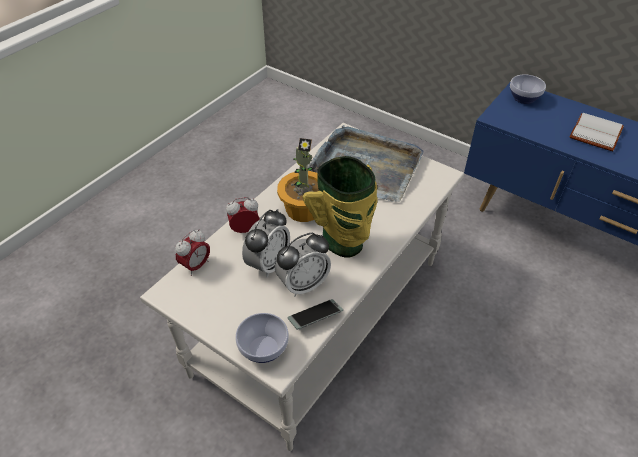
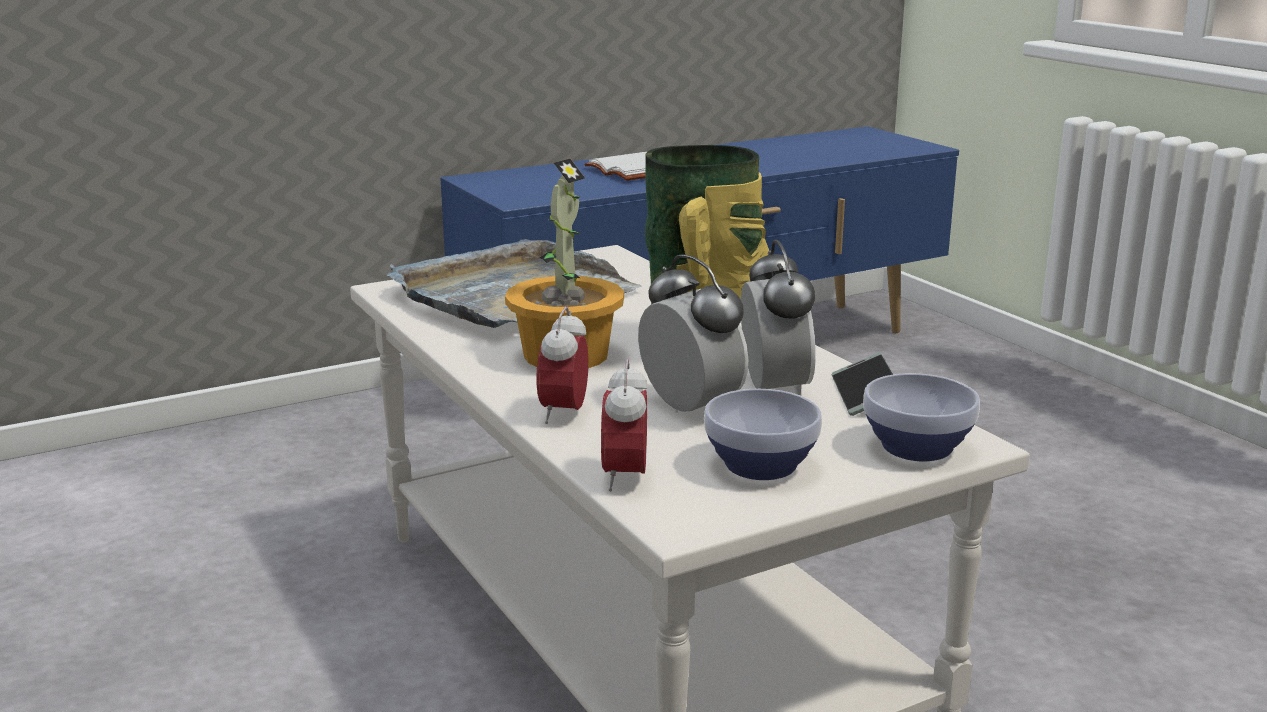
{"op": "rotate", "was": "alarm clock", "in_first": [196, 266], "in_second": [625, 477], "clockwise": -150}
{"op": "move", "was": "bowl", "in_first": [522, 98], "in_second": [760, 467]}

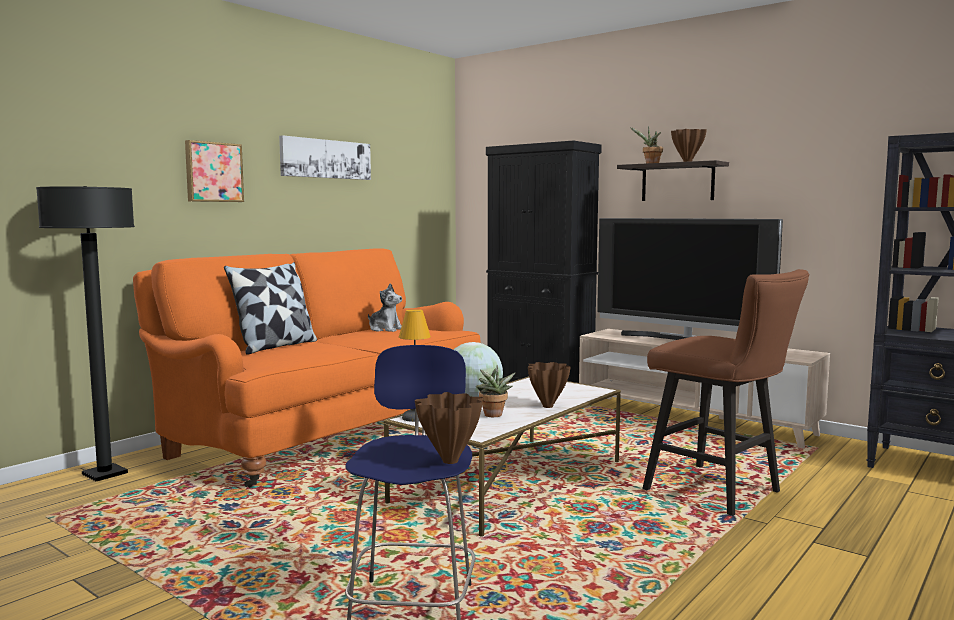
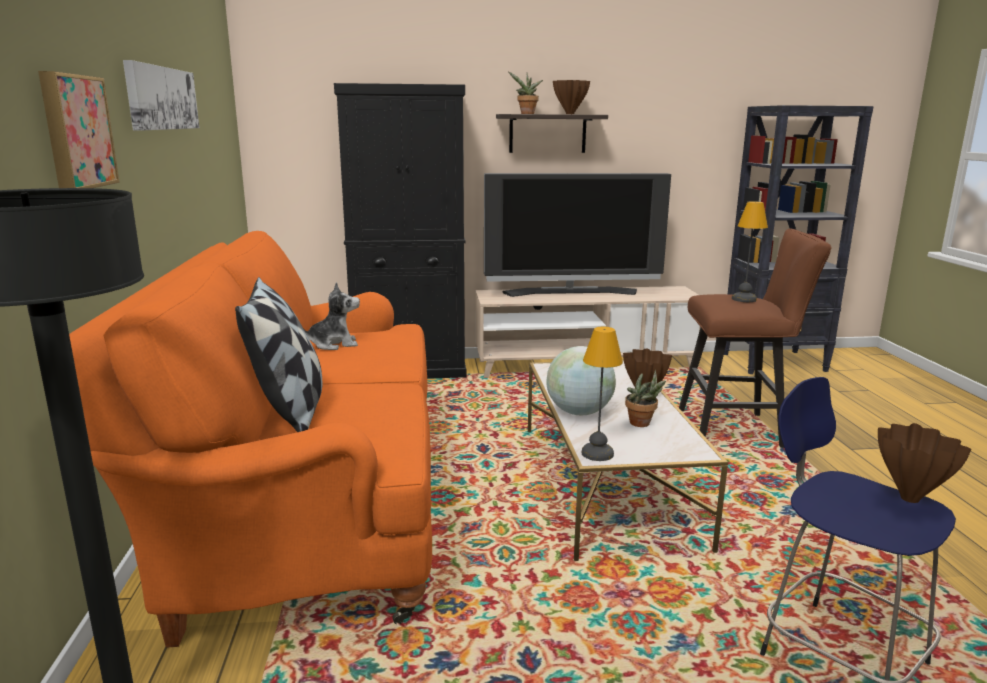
{"op": "insert", "now": "table lamp", "in_second": [744, 299]}

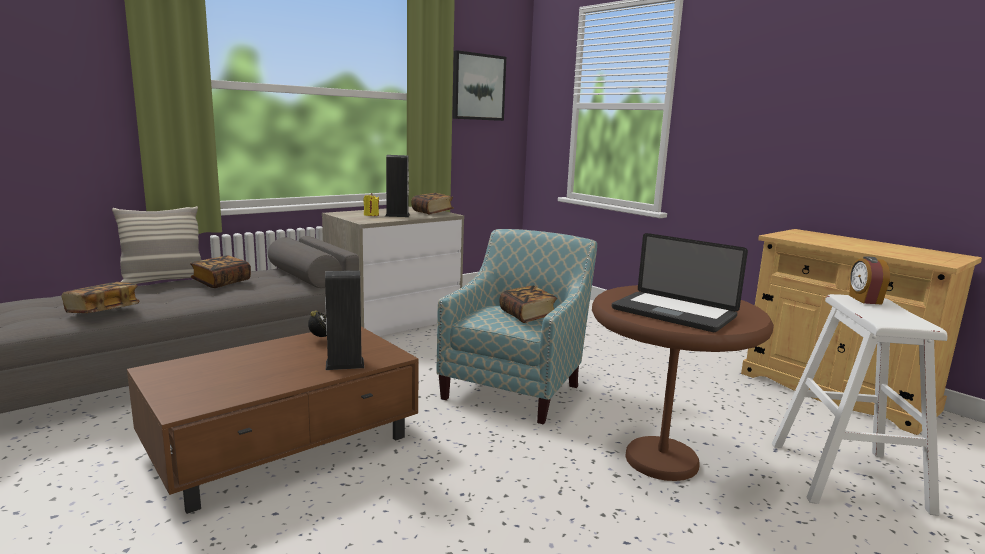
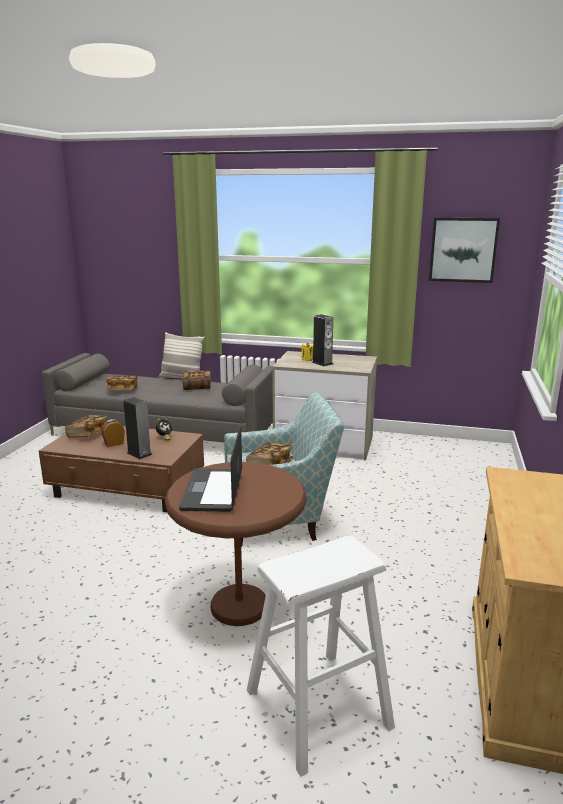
{"op": "move", "was": "book", "in_first": [432, 212], "in_second": [88, 434]}
{"op": "move", "was": "alarm clock", "in_first": [864, 300], "in_second": [114, 443]}

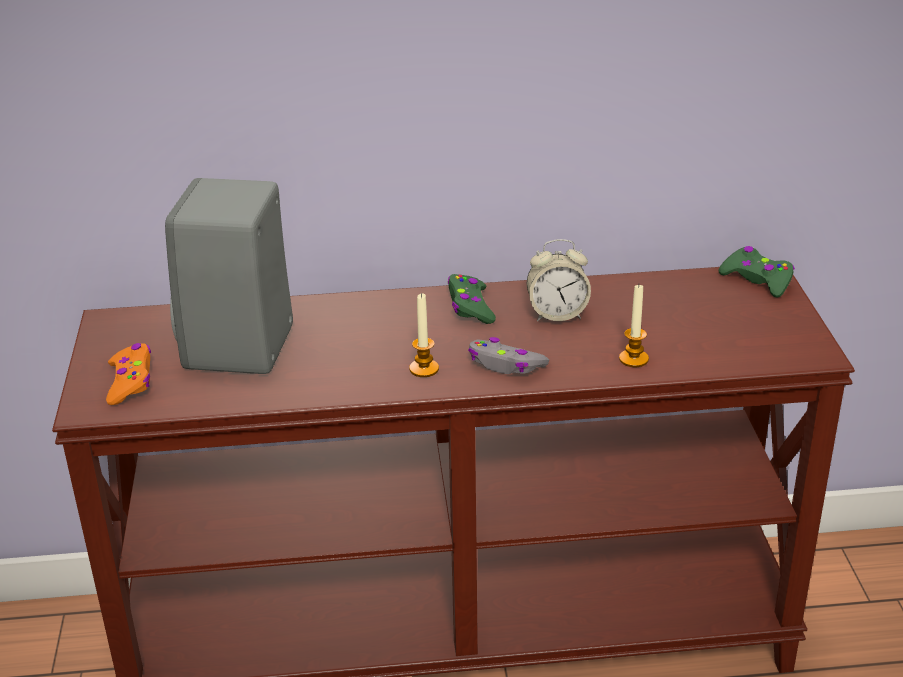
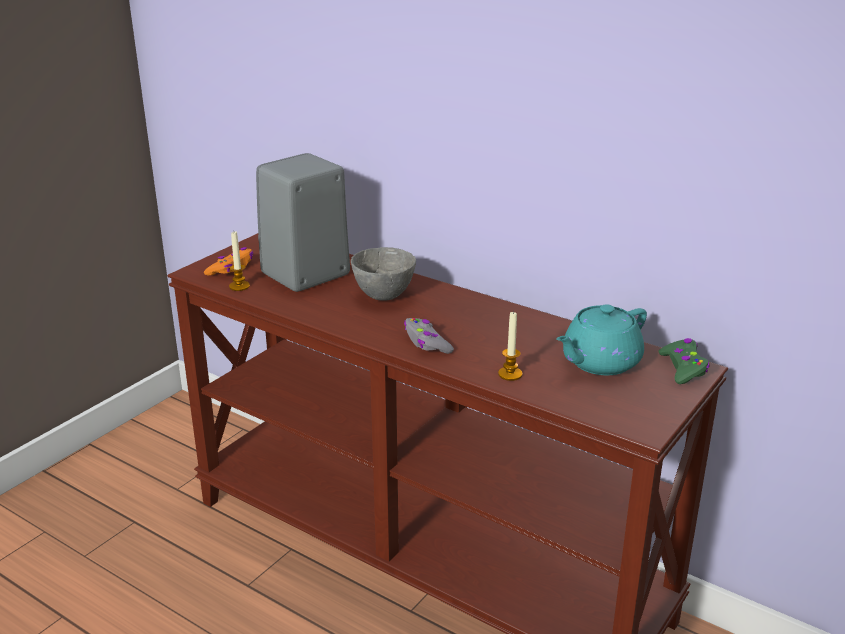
{"op": "move", "was": "candle", "in_first": [424, 369], "in_second": [239, 286]}
{"op": "delete", "was": "green game controller", "in_first": [470, 307]}
{"op": "delete", "was": "alarm clock", "in_first": [557, 314]}
{"op": "insert", "now": "grey bowl", "in_second": [382, 295]}
{"op": "insert", "now": "turquoise teapot", "in_second": [599, 362]}

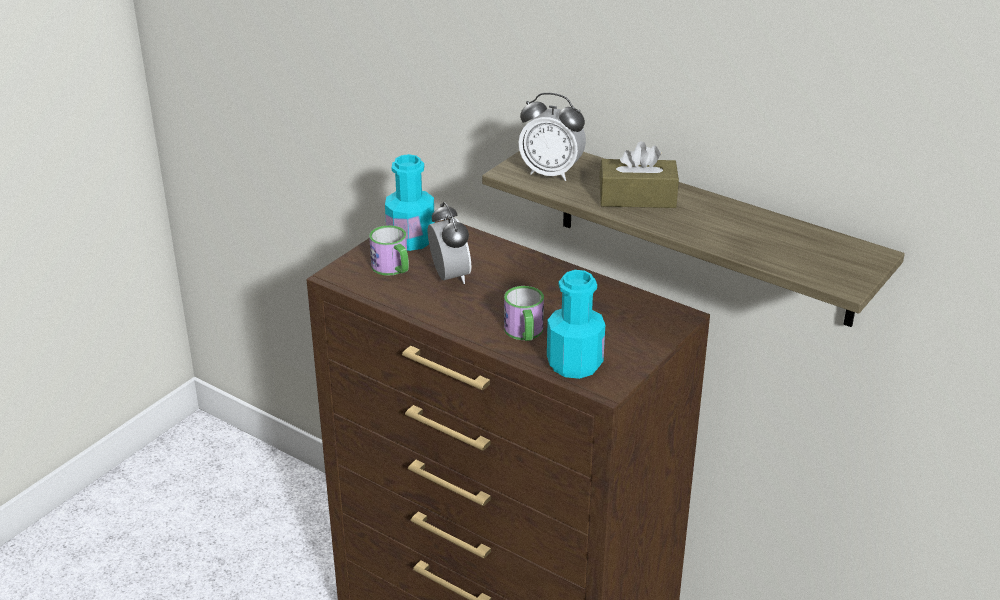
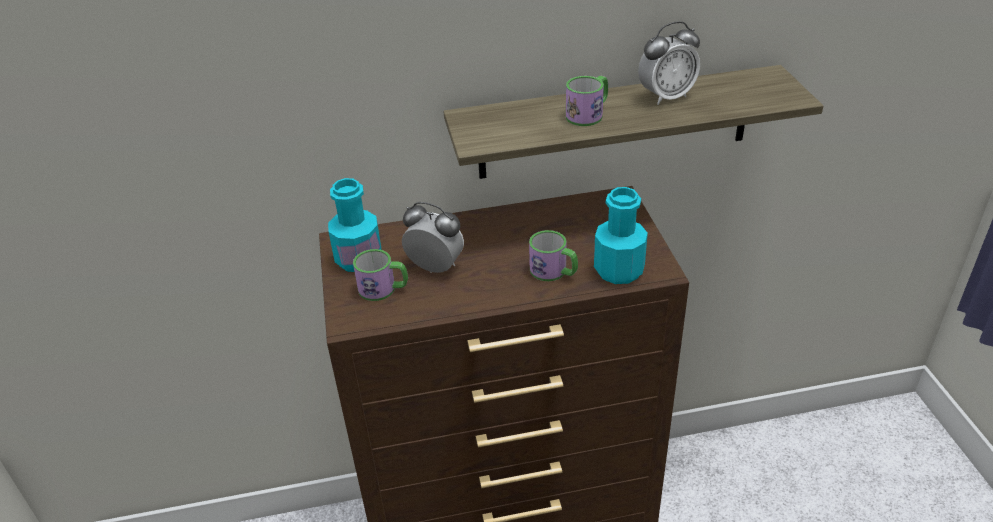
{"op": "move", "was": "alarm clock", "in_first": [551, 173], "in_second": [666, 97]}
{"op": "replace", "was": "brown tissue box", "now": "mug", "in_first": [637, 197], "in_second": [588, 114]}

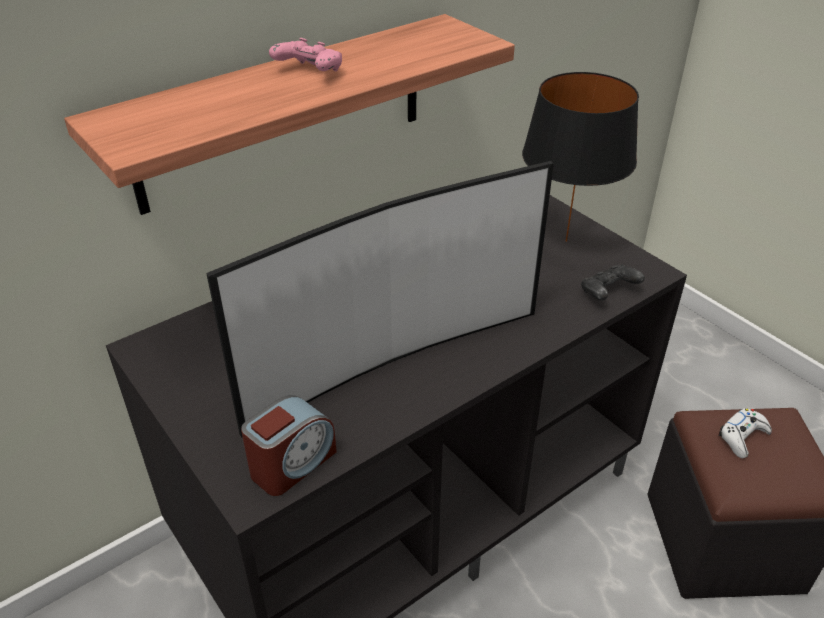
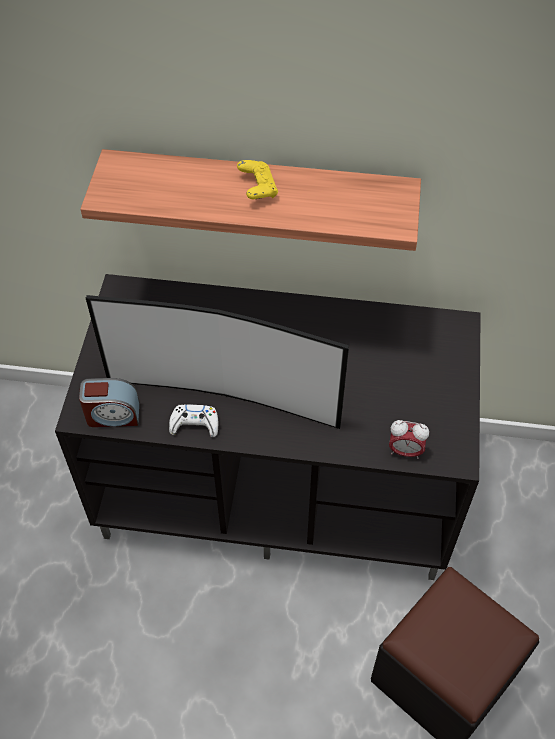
{"op": "recolor", "was": "pink game controller", "now": "yellow game controller", "in_first": [309, 72], "in_second": [258, 189]}
{"op": "delete", "was": "black table lamp", "in_first": [565, 242]}
{"op": "replace", "was": "black game controller", "now": "alarm clock", "in_first": [608, 293], "in_second": [405, 451]}
{"op": "move", "was": "white game controller", "in_first": [742, 437], "in_second": [194, 424]}

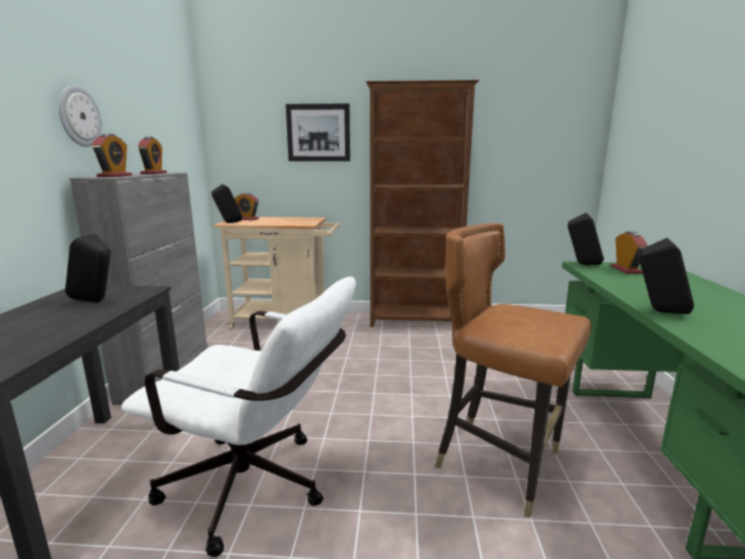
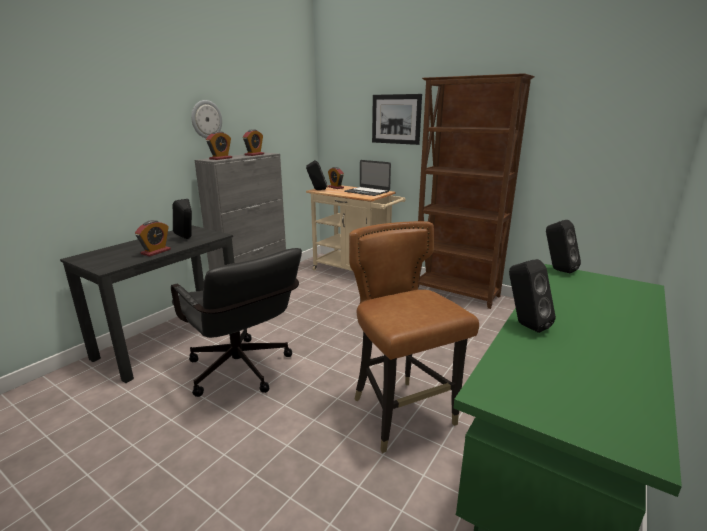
{"op": "recolor", "was": "white office chair", "now": "black office chair", "in_first": [257, 489], "in_second": [243, 373]}
{"op": "move", "was": "alarm clock", "in_first": [626, 270], "in_second": [156, 252]}
{"op": "insert", "now": "laptop", "in_second": [367, 191]}

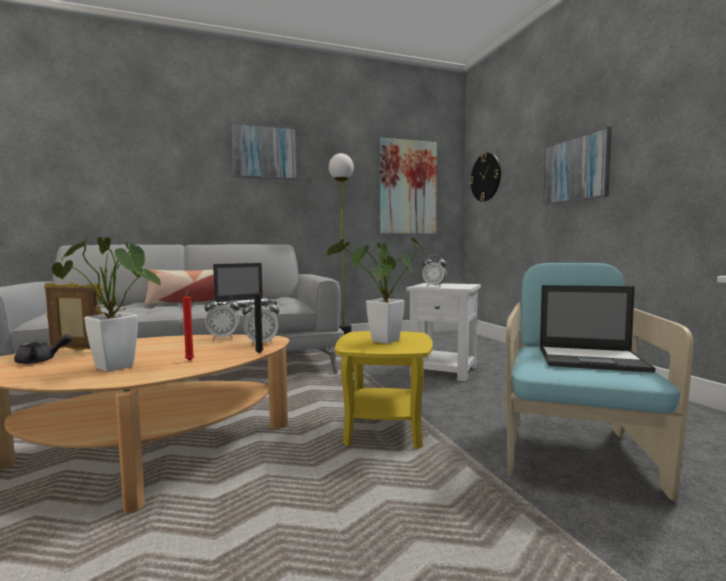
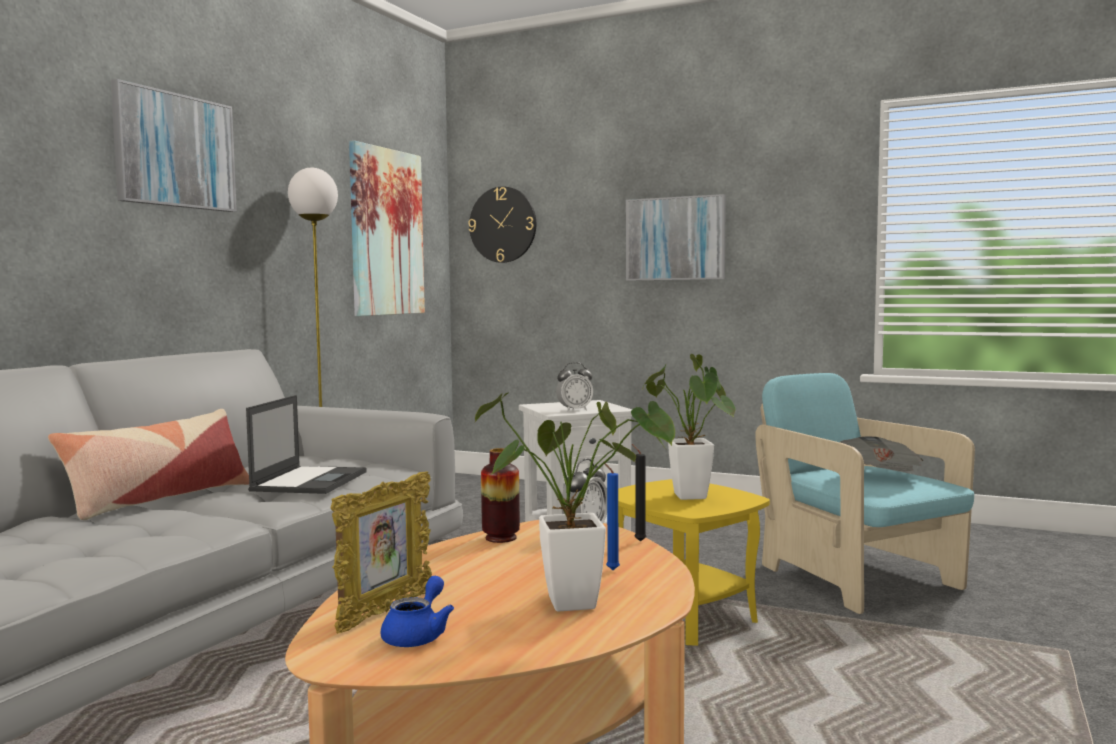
{"op": "recolor", "was": "grey teapot", "now": "blue teapot", "in_first": [41, 361], "in_second": [418, 635]}
{"op": "rotate", "was": "picture frame", "in_first": [76, 351], "in_second": [385, 612], "clockwise": 150}
{"op": "recolor", "was": "red candle", "now": "blue candle", "in_first": [190, 360], "in_second": [611, 569]}
{"op": "replace", "was": "alarm clock", "now": "vase", "in_first": [223, 338], "in_second": [501, 538]}
{"op": "replace", "was": "laptop", "now": "newspaper", "in_first": [592, 359], "in_second": [882, 476]}

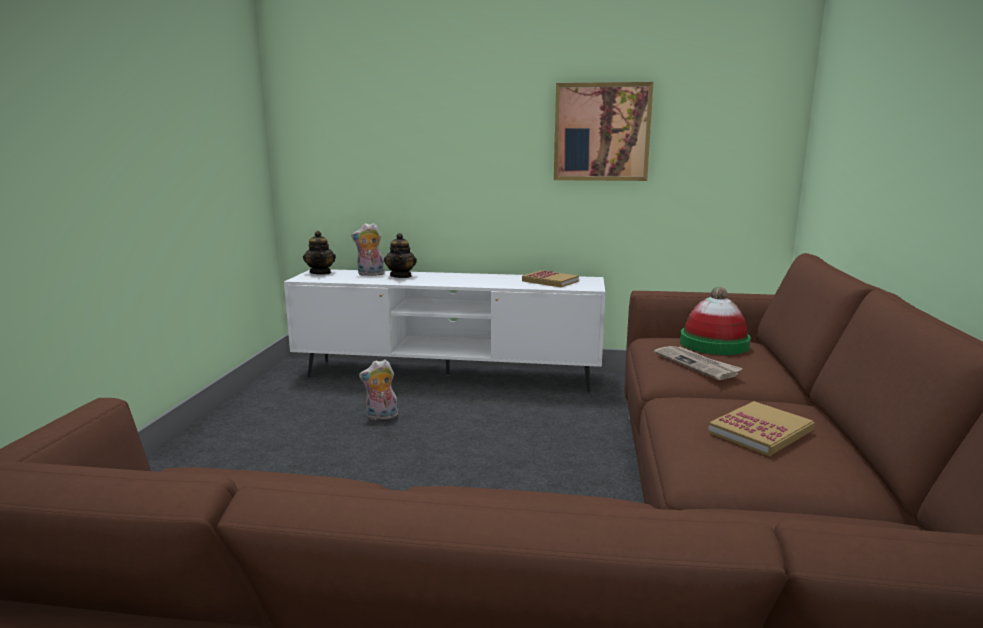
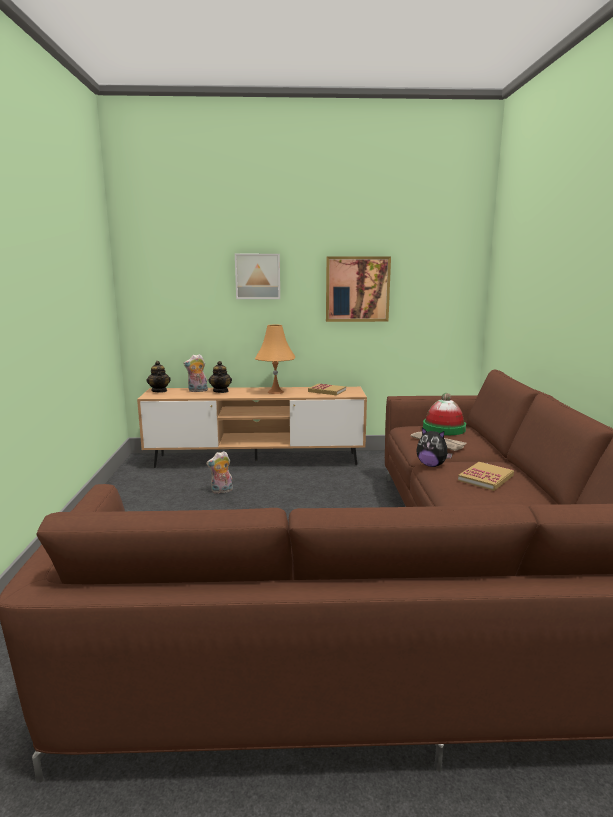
{"op": "recolor", "was": "white tv stand", "now": "brown tv stand", "in_first": [447, 376], "in_second": [256, 460]}
{"op": "insert", "now": "picture", "in_second": [258, 276]}
{"op": "insert", "now": "orange table lamp", "in_second": [275, 392]}
{"op": "insert", "now": "plush toy", "in_second": [431, 465]}

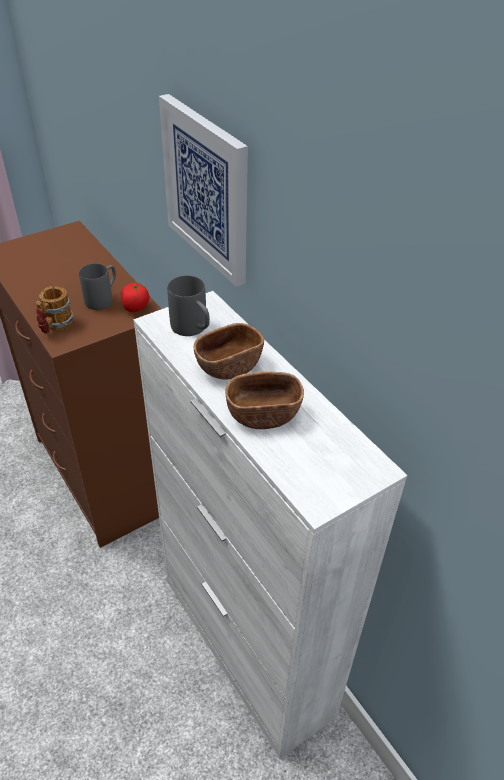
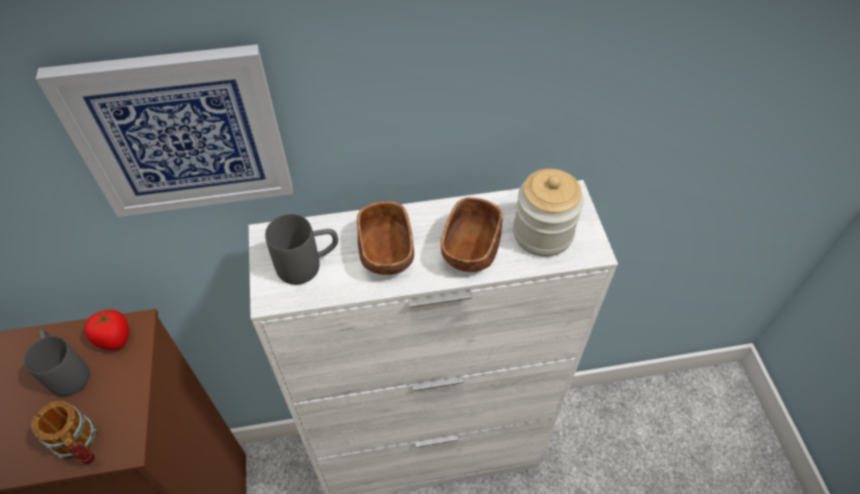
{"op": "insert", "now": "jar", "in_second": [542, 233]}

